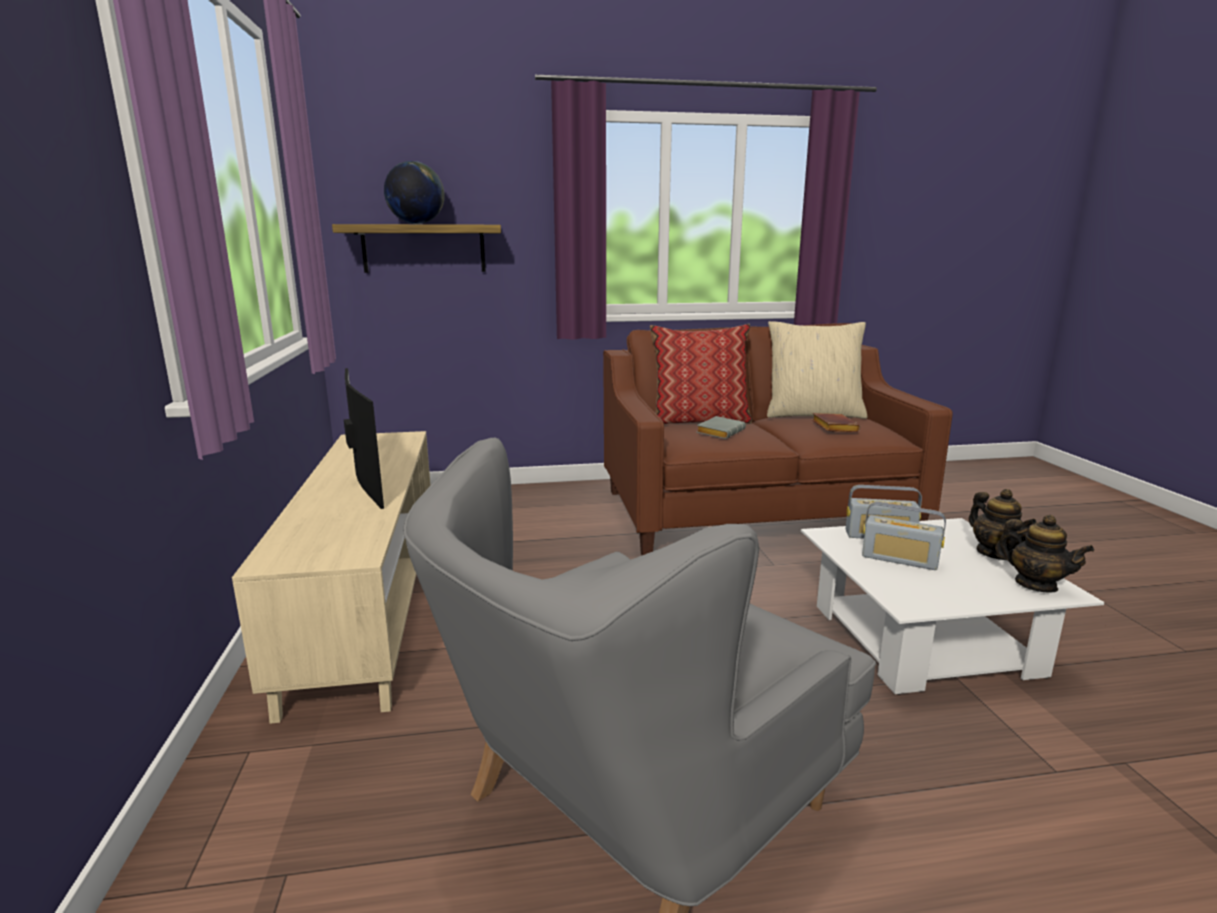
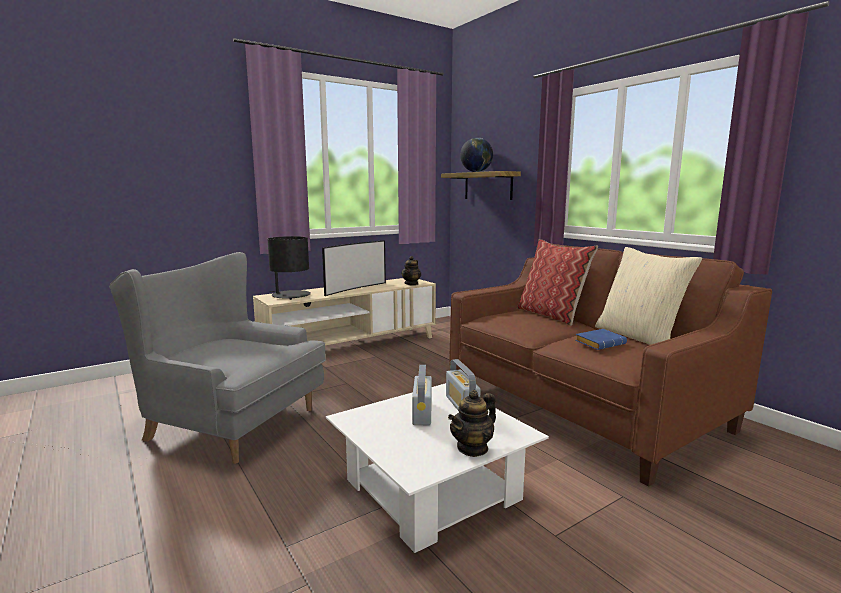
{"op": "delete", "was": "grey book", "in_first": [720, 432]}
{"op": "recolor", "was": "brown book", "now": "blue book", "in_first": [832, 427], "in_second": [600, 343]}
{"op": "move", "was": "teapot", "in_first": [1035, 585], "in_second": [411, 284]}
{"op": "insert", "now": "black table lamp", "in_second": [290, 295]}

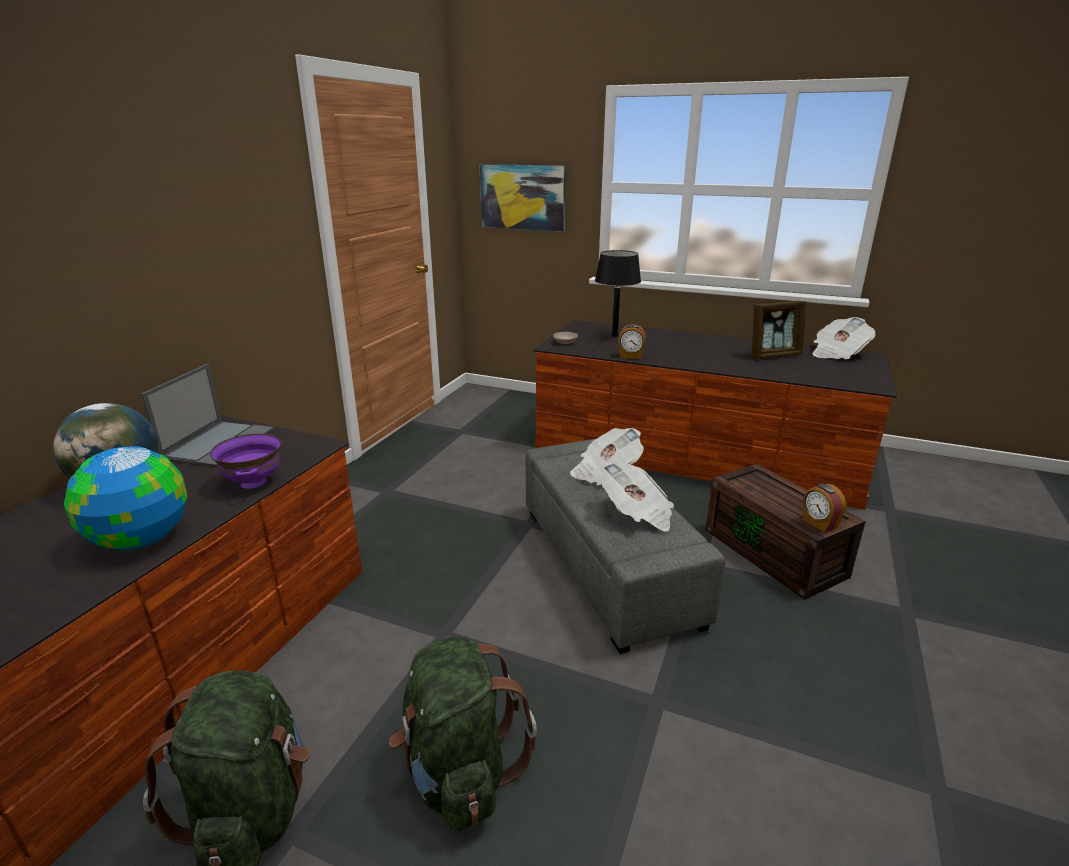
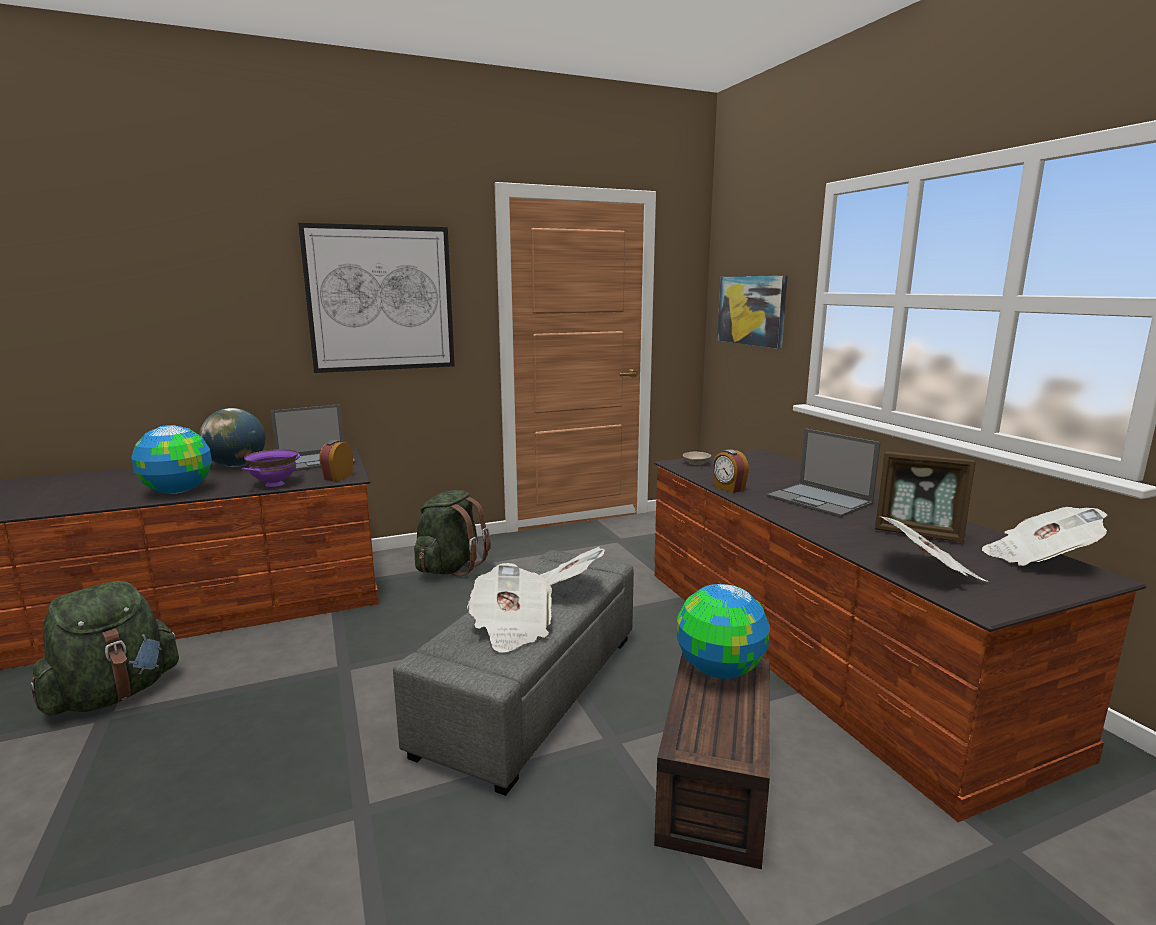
{"op": "move", "was": "green backpack", "in_first": [459, 773], "in_second": [450, 567]}
{"op": "delete", "was": "black table lamp", "in_first": [614, 336]}
{"op": "move", "was": "alarm clock", "in_first": [819, 523], "in_second": [338, 477]}
{"op": "insert", "now": "picture", "in_second": [381, 299]}
{"op": "insert", "now": "globe", "in_second": [720, 670]}
{"op": "insert", "now": "laptop", "in_second": [820, 500]}
{"op": "insert", "now": "newspaper", "in_second": [929, 572]}

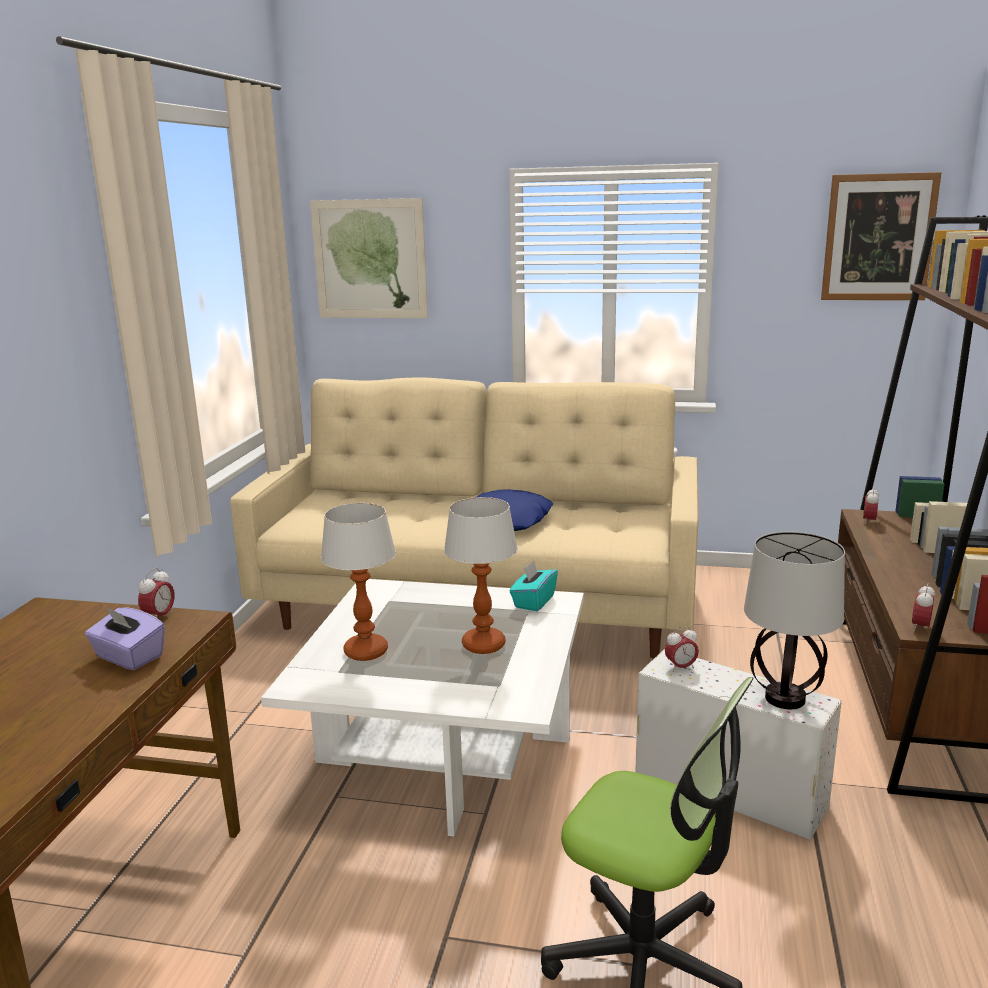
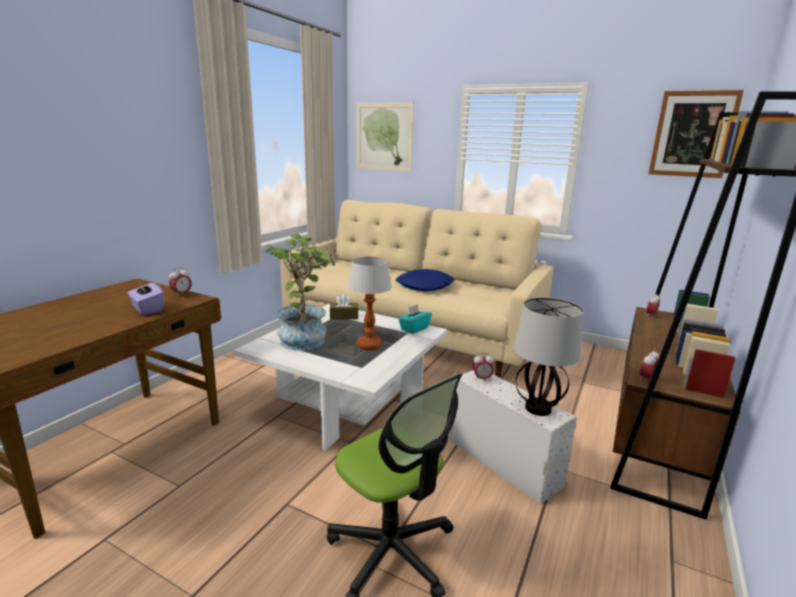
{"op": "replace", "was": "table lamp", "now": "potted plant", "in_first": [366, 651], "in_second": [304, 338]}
{"op": "insert", "now": "brown tissue box", "in_second": [344, 316]}

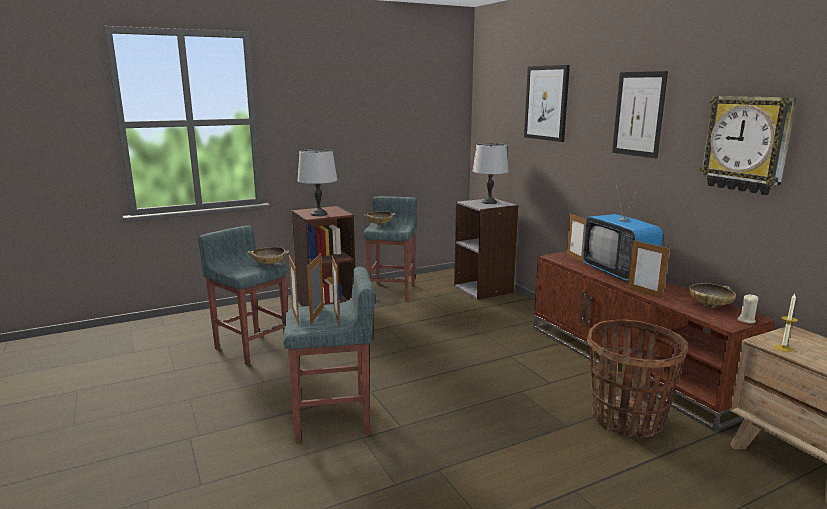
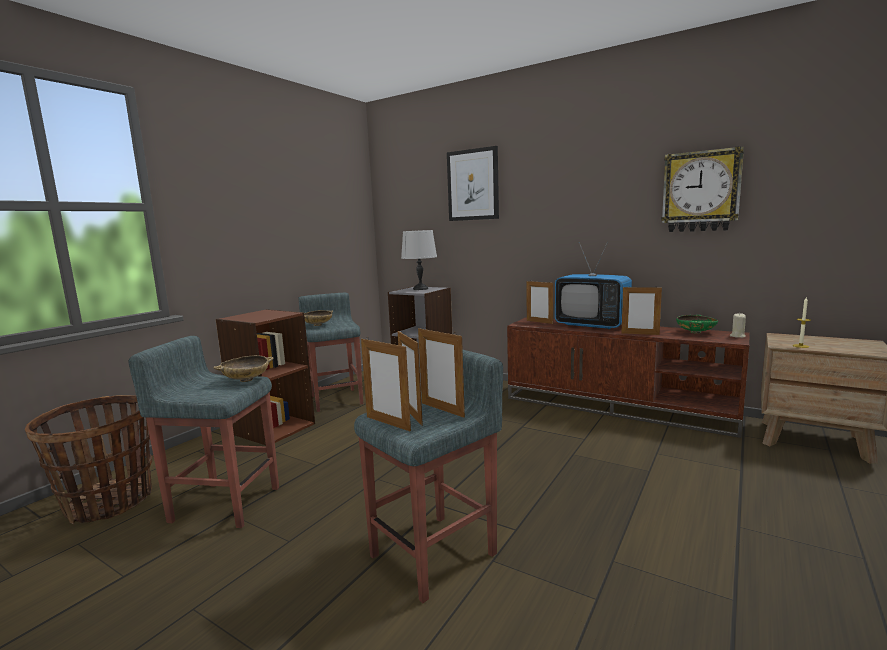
{"op": "delete", "was": "grey table lamp", "in_first": [318, 214]}
{"op": "move", "was": "basket", "in_first": [627, 419], "in_second": [109, 502]}
{"op": "delete", "was": "picture", "in_first": [639, 114]}
{"op": "recolor", "was": "beige bowl", "now": "green bowl", "in_first": [709, 305], "in_second": [696, 332]}

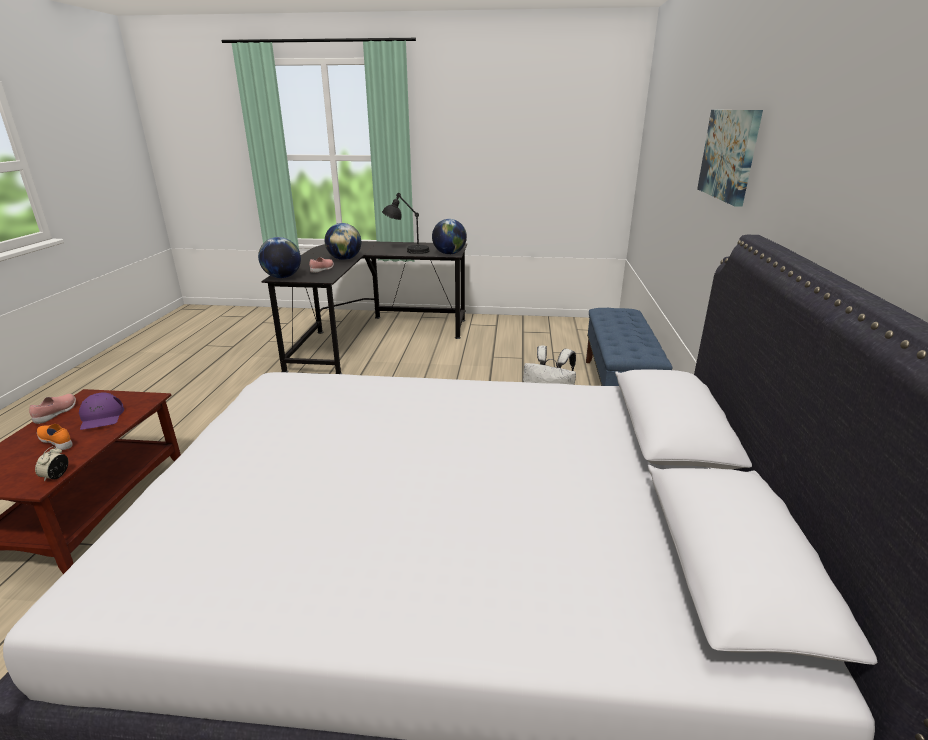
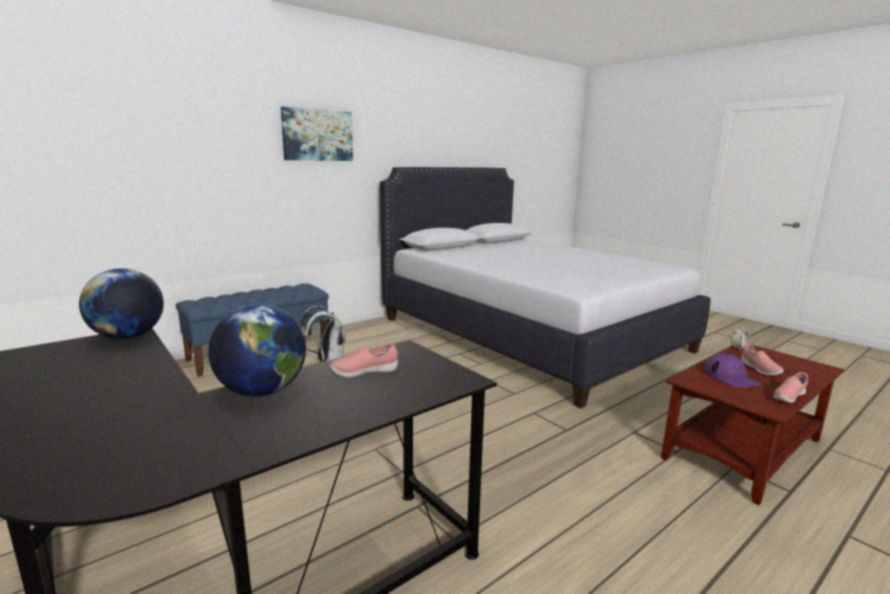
{"op": "recolor", "was": "orange shoe", "now": "pink shoe", "in_first": [57, 442], "in_second": [759, 369]}
{"op": "rotate", "was": "purple cap", "in_first": [101, 417], "in_second": [731, 377], "clockwise": 135}
{"op": "delete", "was": "globe", "in_first": [282, 277]}
{"op": "delete", "was": "black table lamp", "in_first": [407, 251]}

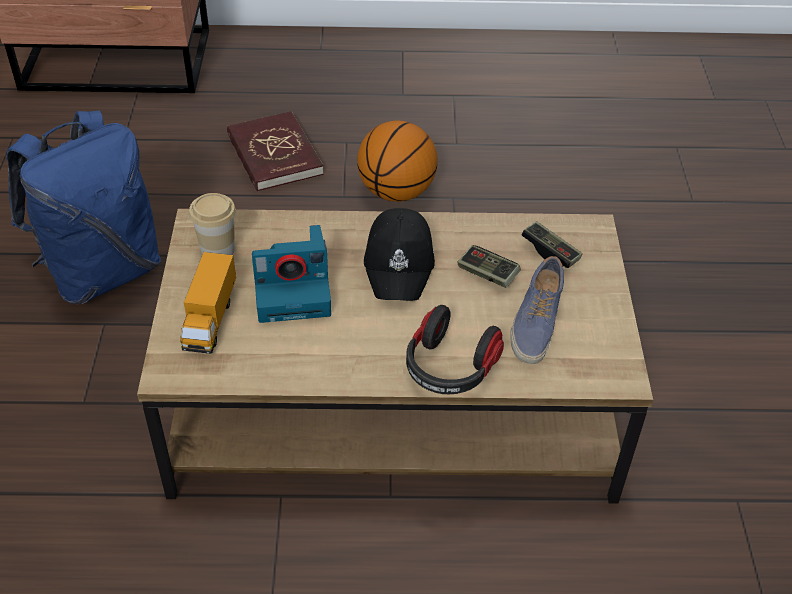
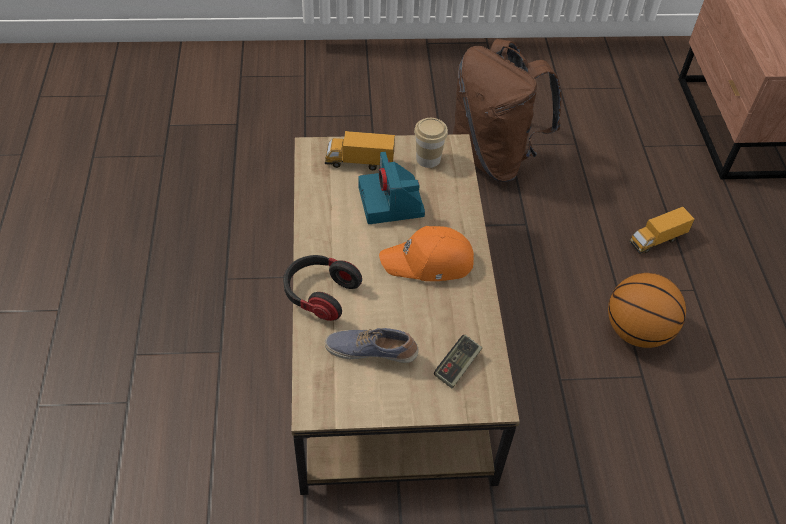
{"op": "recolor", "was": "blue backpack", "now": "brown backpack", "in_first": [102, 271], "in_second": [494, 157]}
{"op": "replace", "was": "red book", "now": "toy truck", "in_first": [274, 155], "in_second": [657, 240]}
{"op": "recolor", "was": "black cap", "now": "orange cap", "in_first": [400, 263], "in_second": [429, 262]}
{"op": "delete", "was": "game controller", "in_first": [487, 274]}

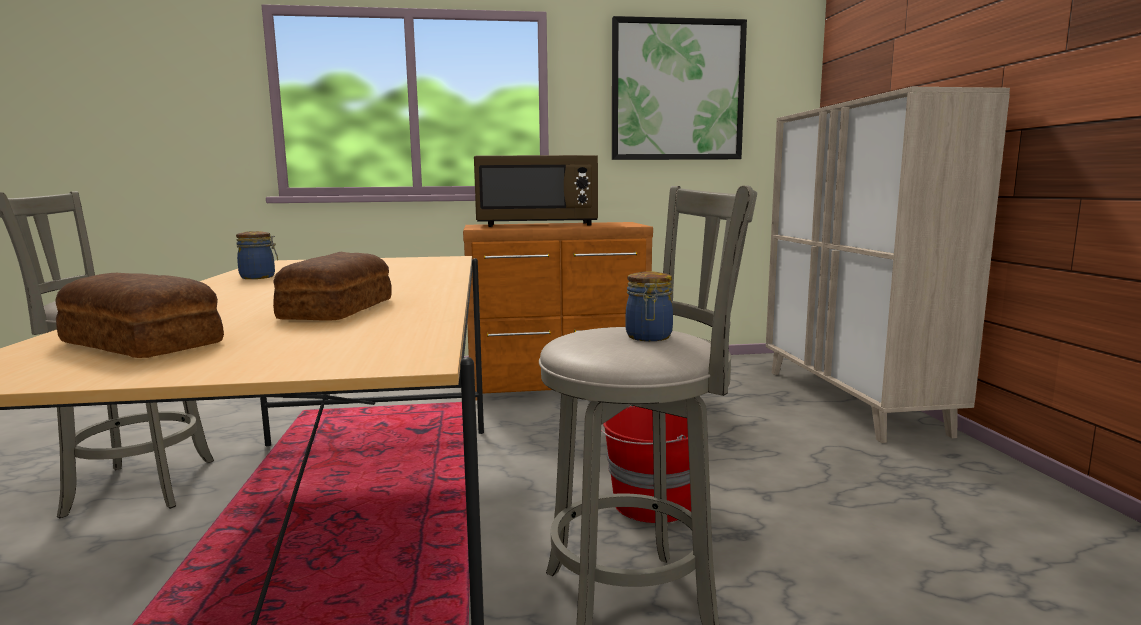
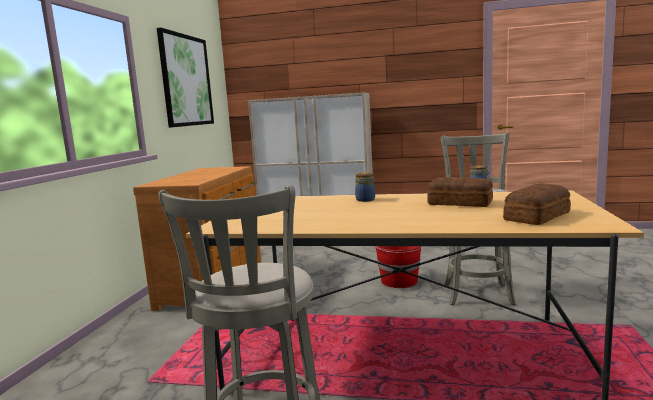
{"op": "move", "was": "jar", "in_first": [259, 277], "in_second": [365, 199]}
{"op": "delete", "was": "brown microwave", "in_first": [537, 225]}

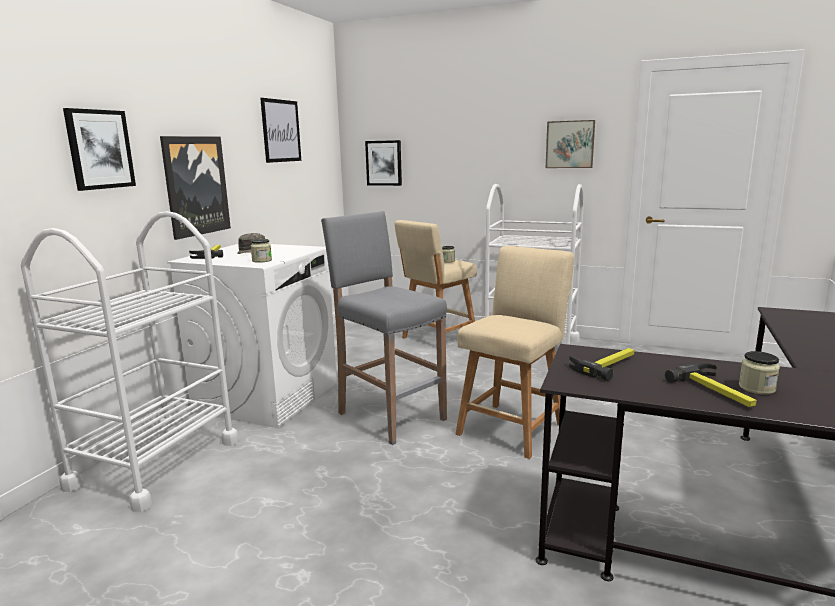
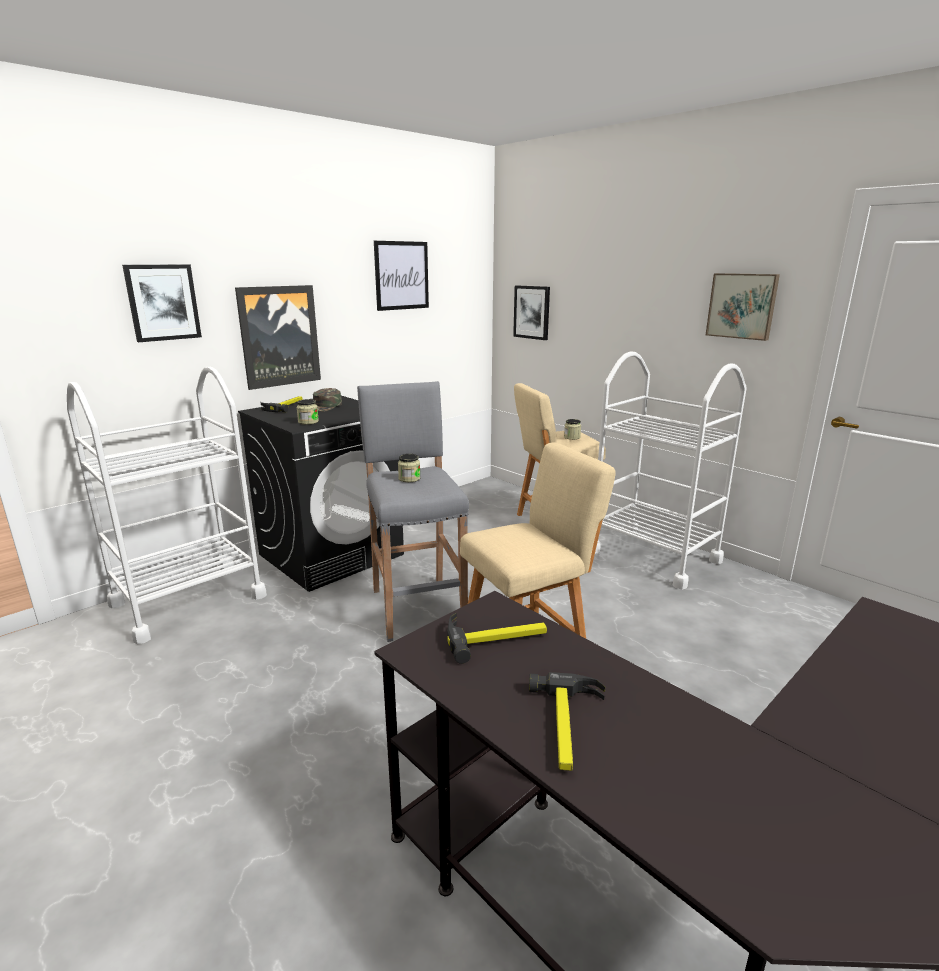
{"op": "recolor", "was": "white washing machine", "now": "black washing machine", "in_first": [267, 396], "in_second": [332, 554]}
{"op": "move", "was": "jar", "in_first": [756, 388], "in_second": [409, 478]}

